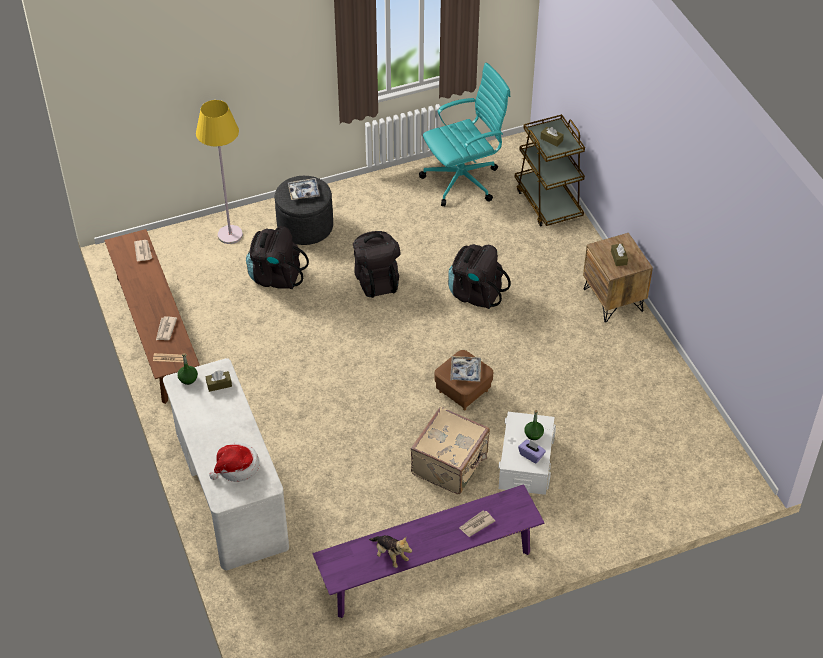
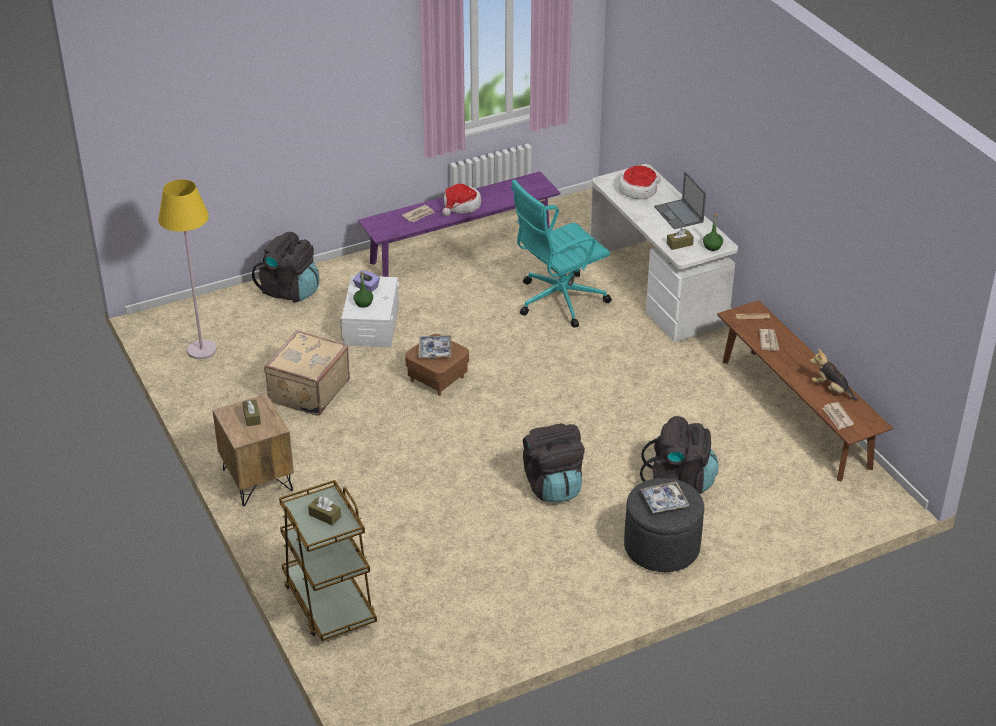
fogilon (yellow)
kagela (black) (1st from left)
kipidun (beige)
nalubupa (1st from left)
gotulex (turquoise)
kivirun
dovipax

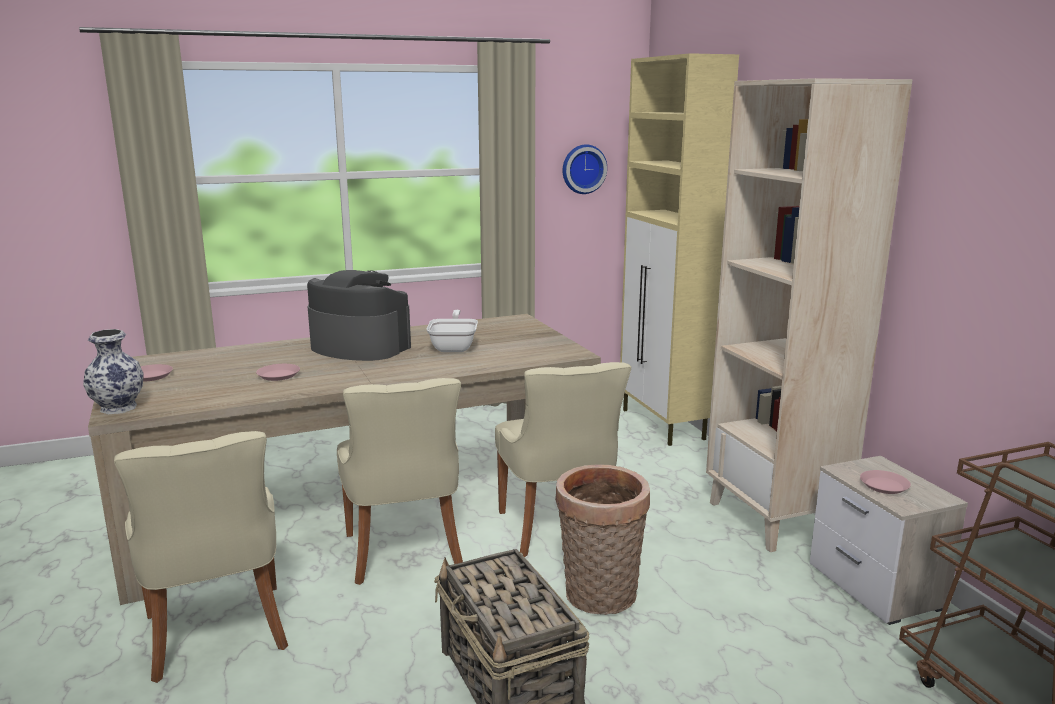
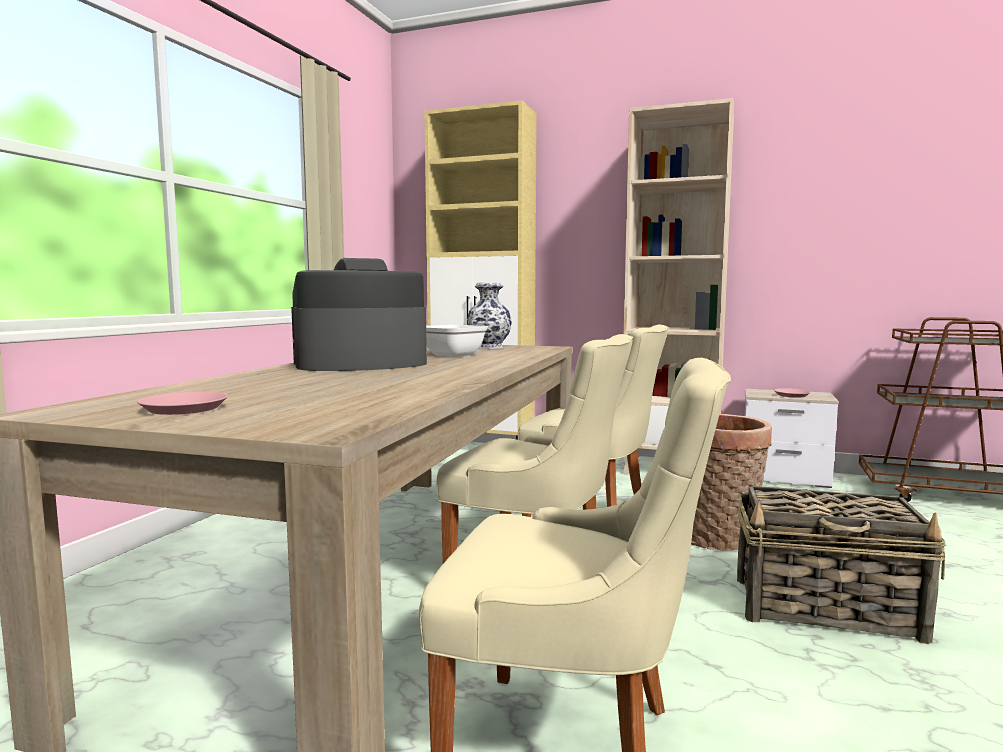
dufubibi
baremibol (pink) (2nd from left in the first image)
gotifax

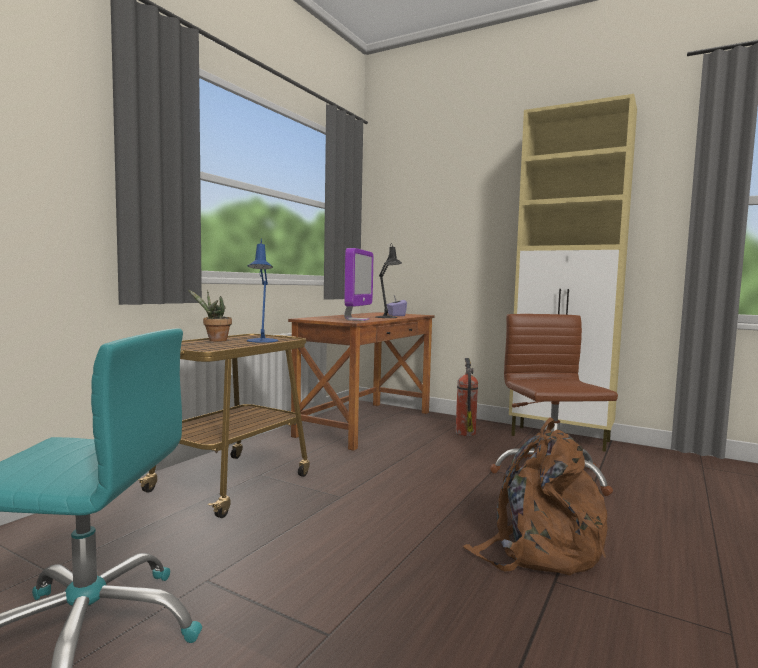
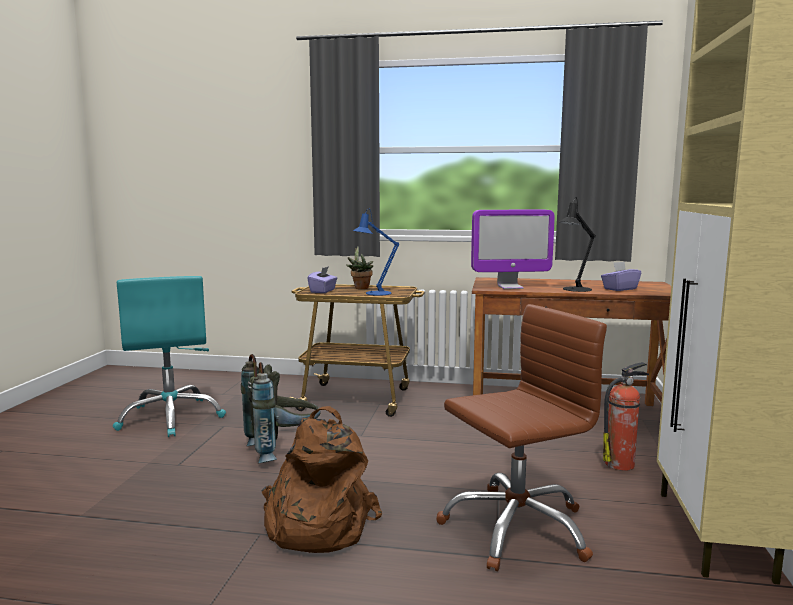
kagela (grey)
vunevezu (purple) (1st from left)

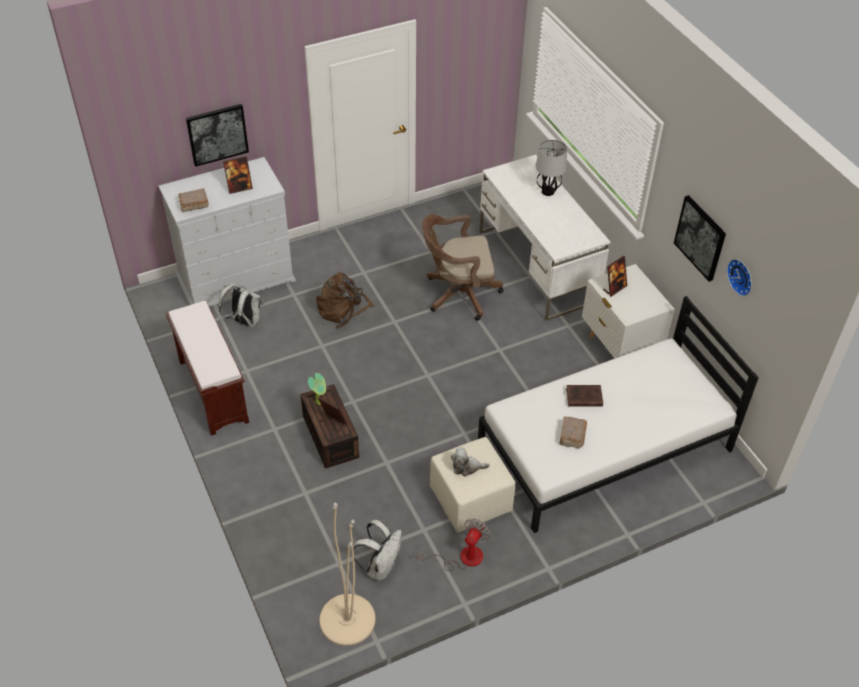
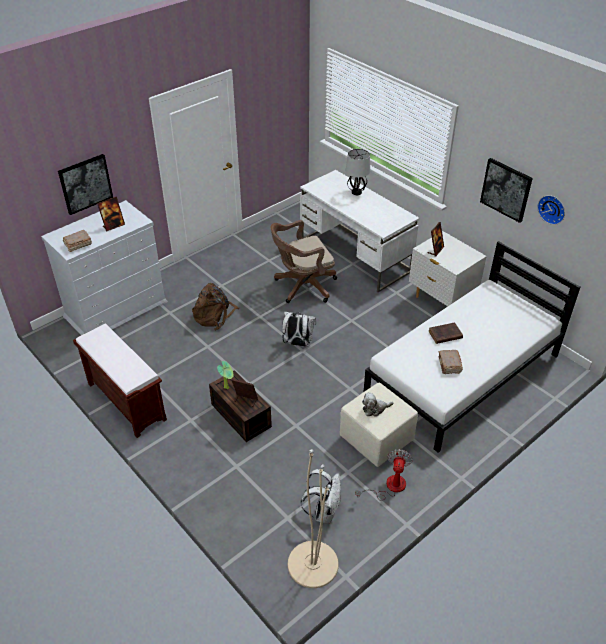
kagela (white) (1st from left)

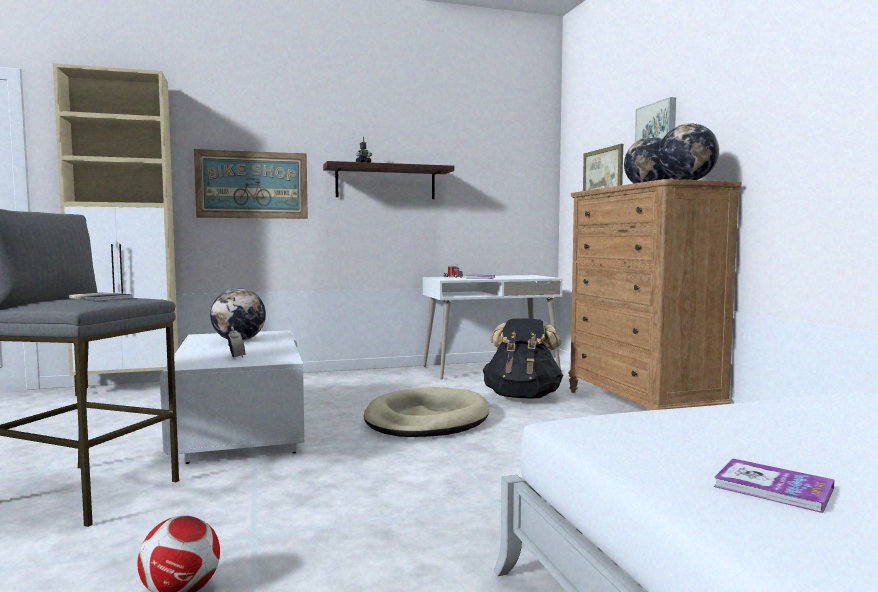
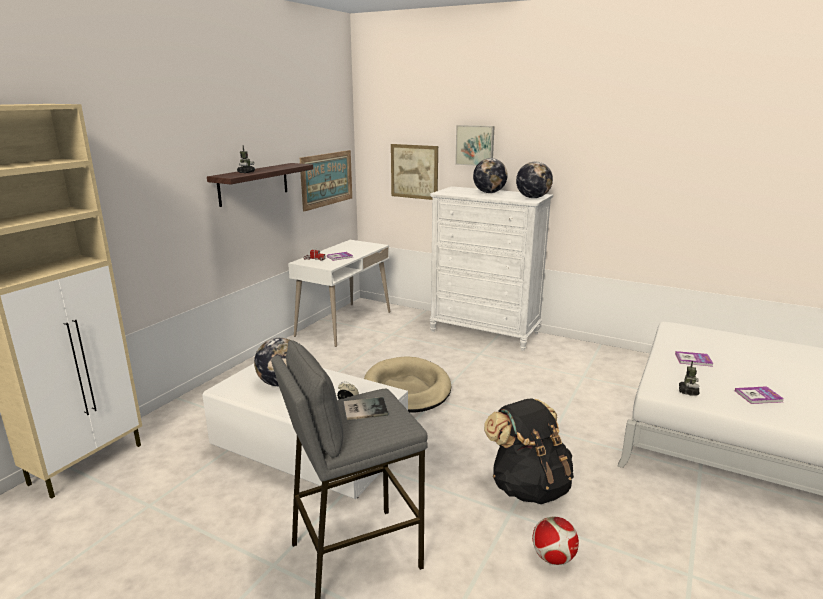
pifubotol (1st from left)
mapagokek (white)
kagela (black)
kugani (3rd from left)
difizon (2nd from left)

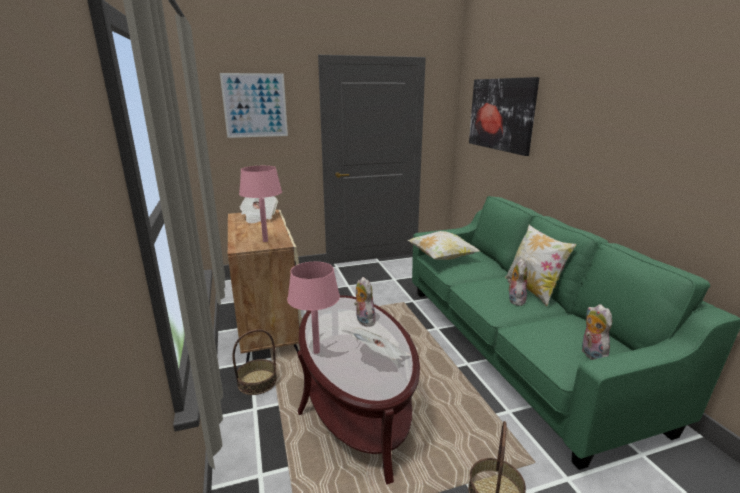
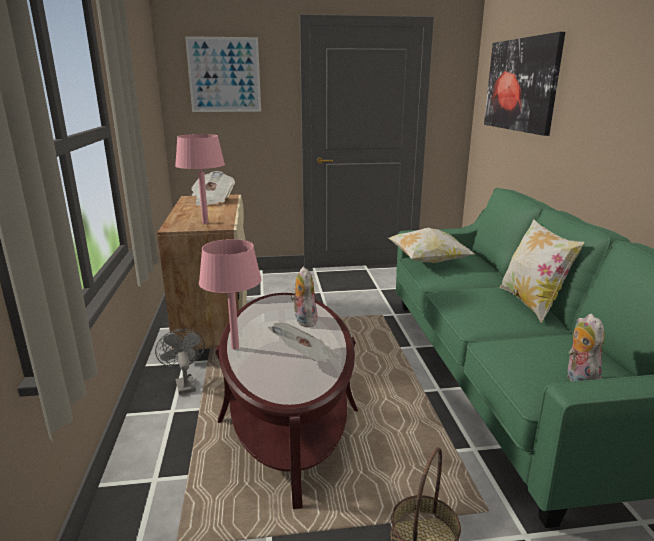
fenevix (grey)
dovipax (2nd from left in the first image)

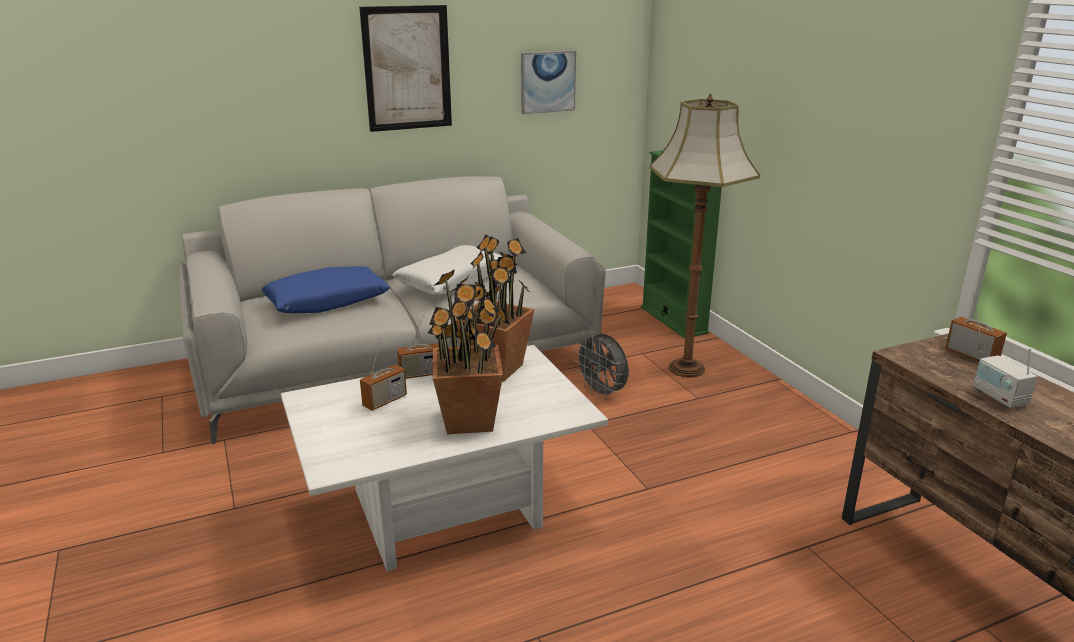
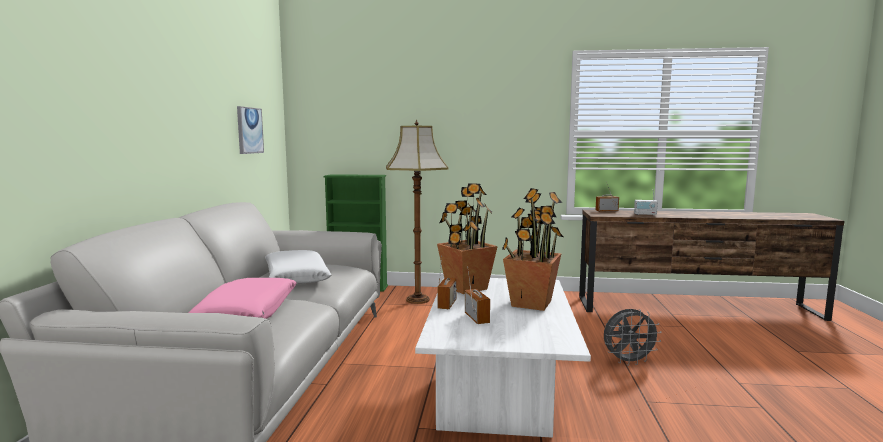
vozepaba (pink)
fenevix (grey)
pifubotol (1st from left in the first image)

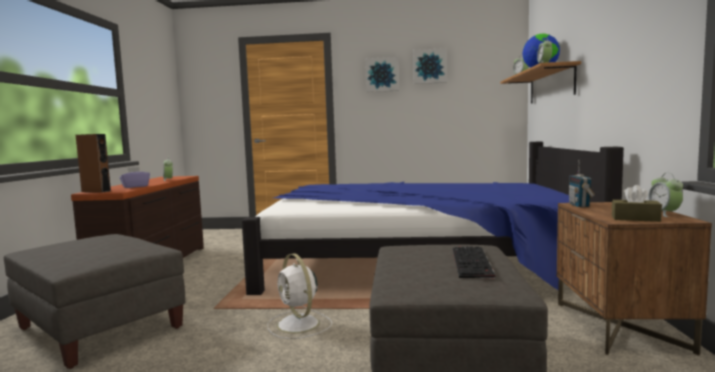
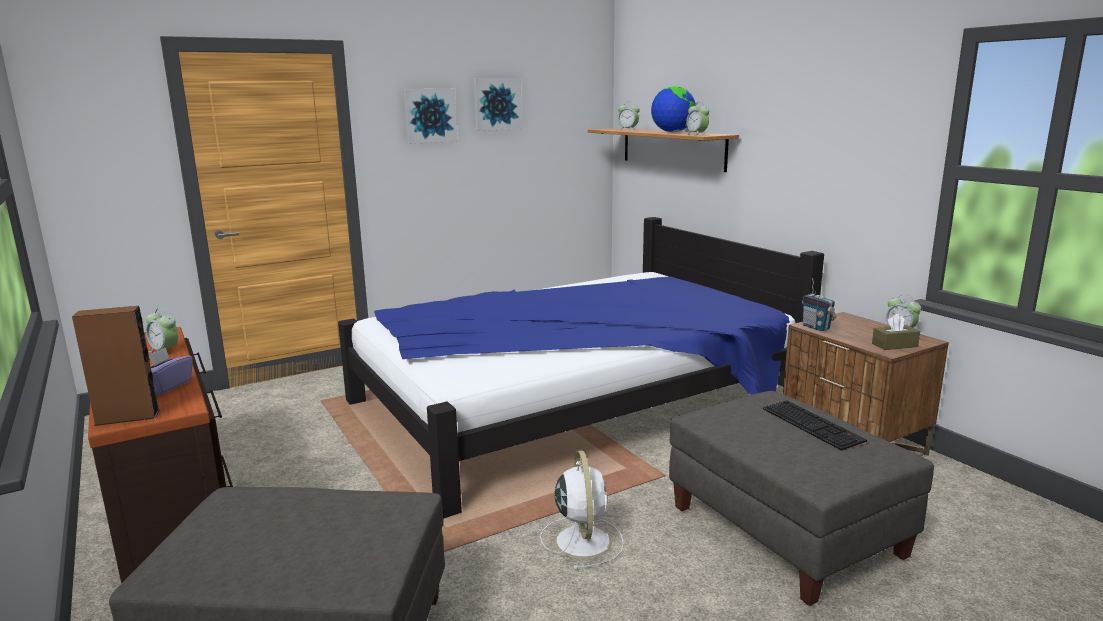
fenevix (white)

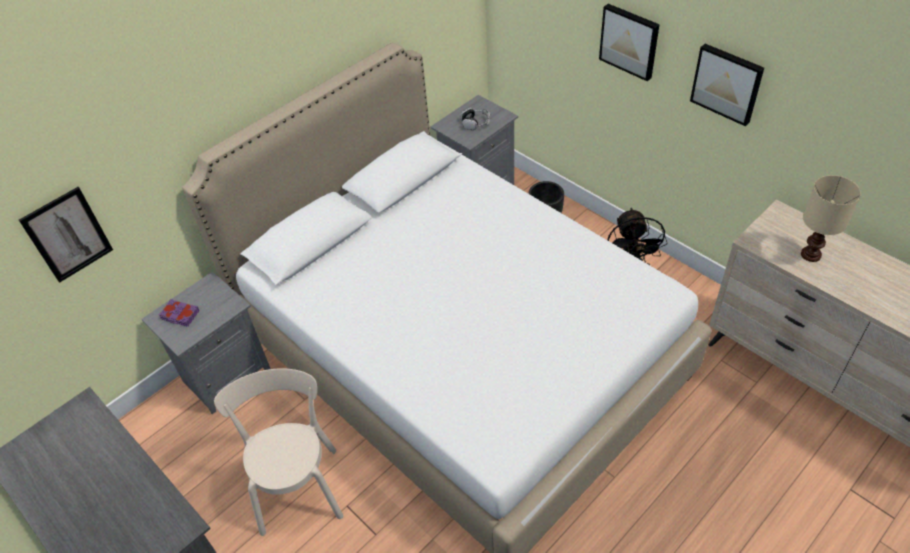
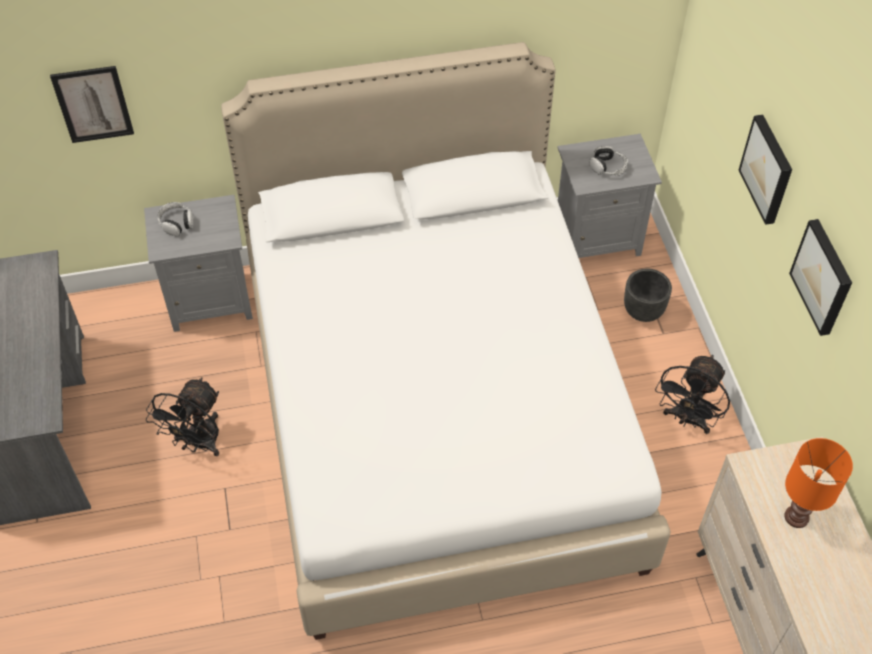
fenevix (black) (1st from left)
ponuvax (1st from left)
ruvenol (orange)

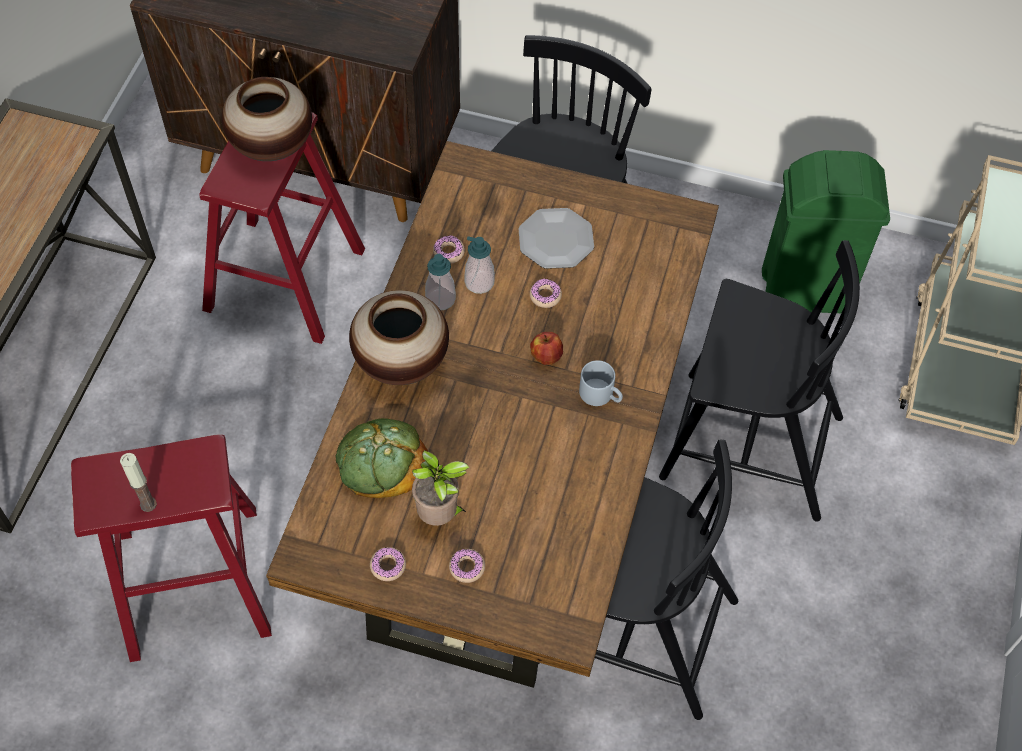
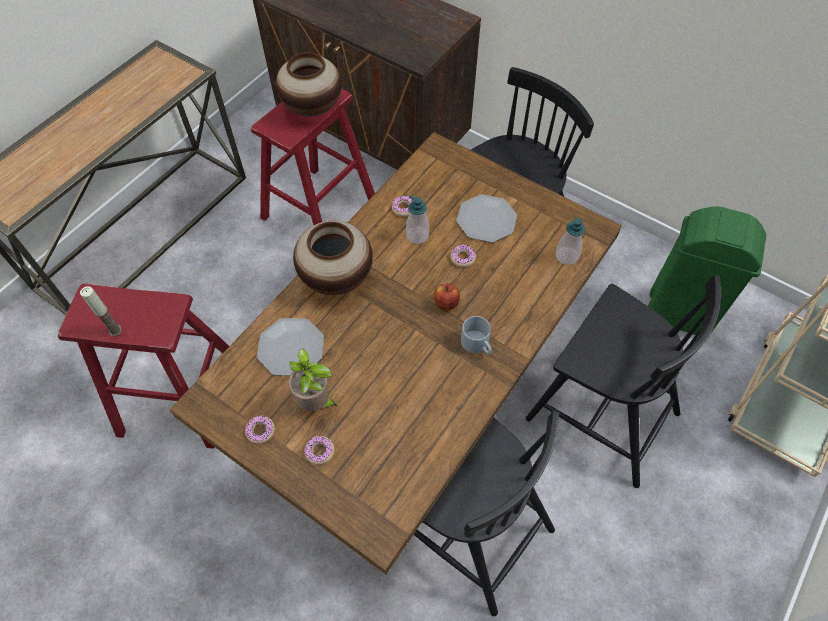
baremibol (1st from left)
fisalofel (2nd from left)

